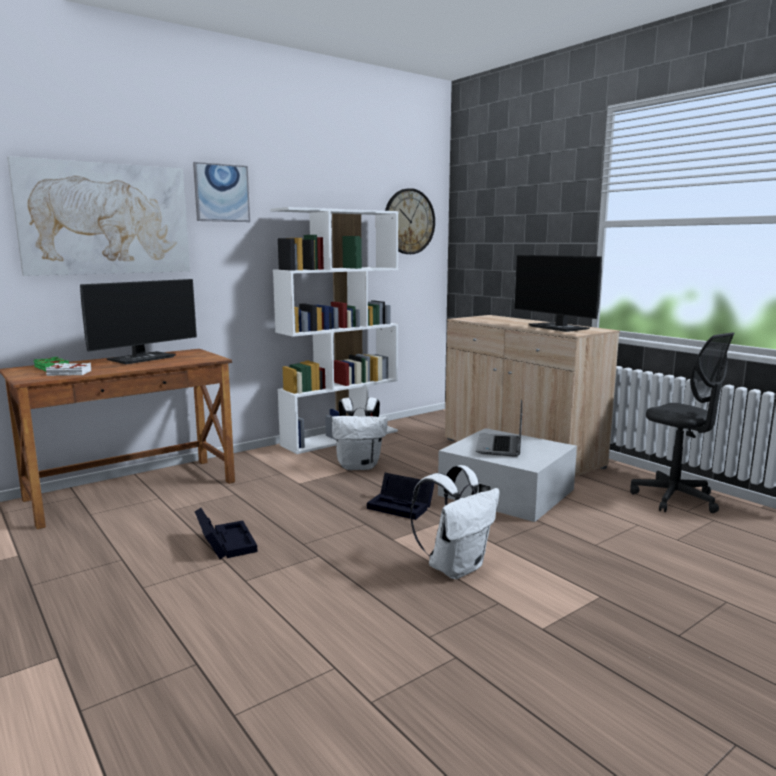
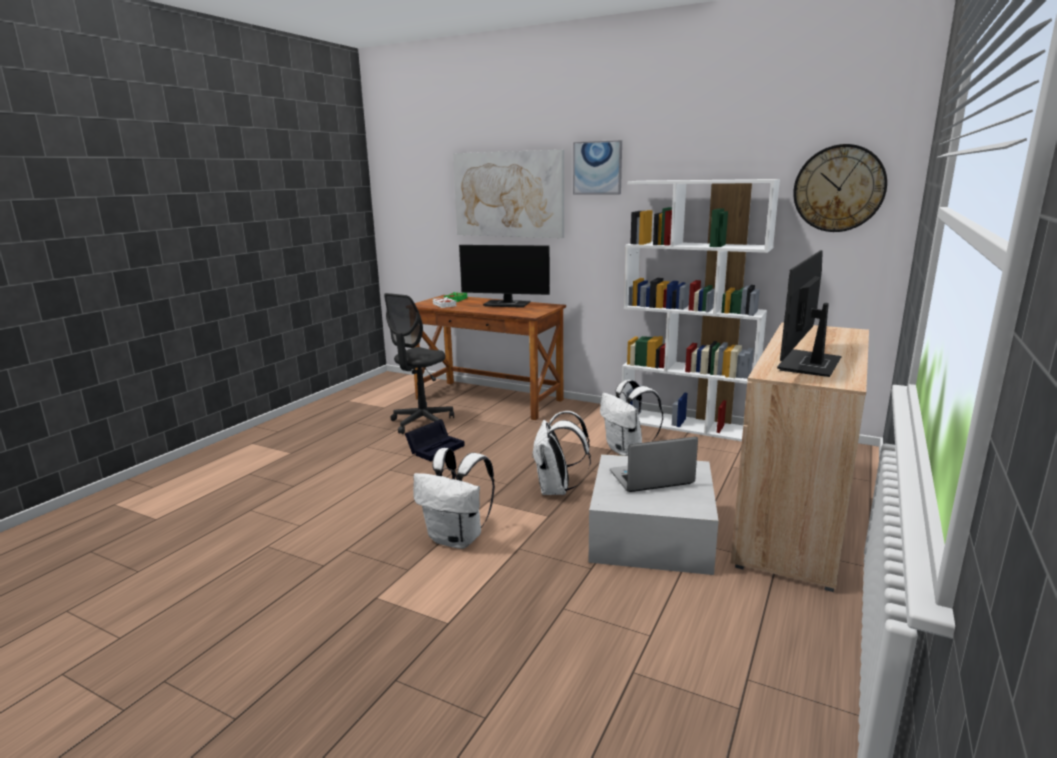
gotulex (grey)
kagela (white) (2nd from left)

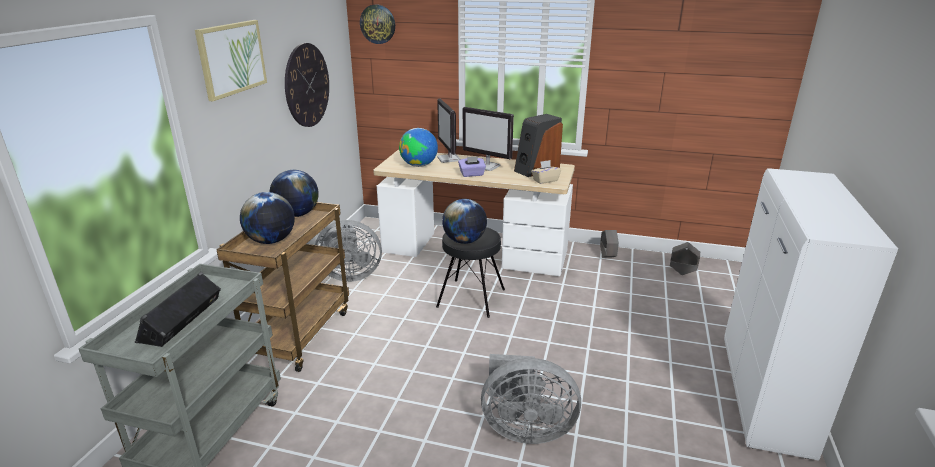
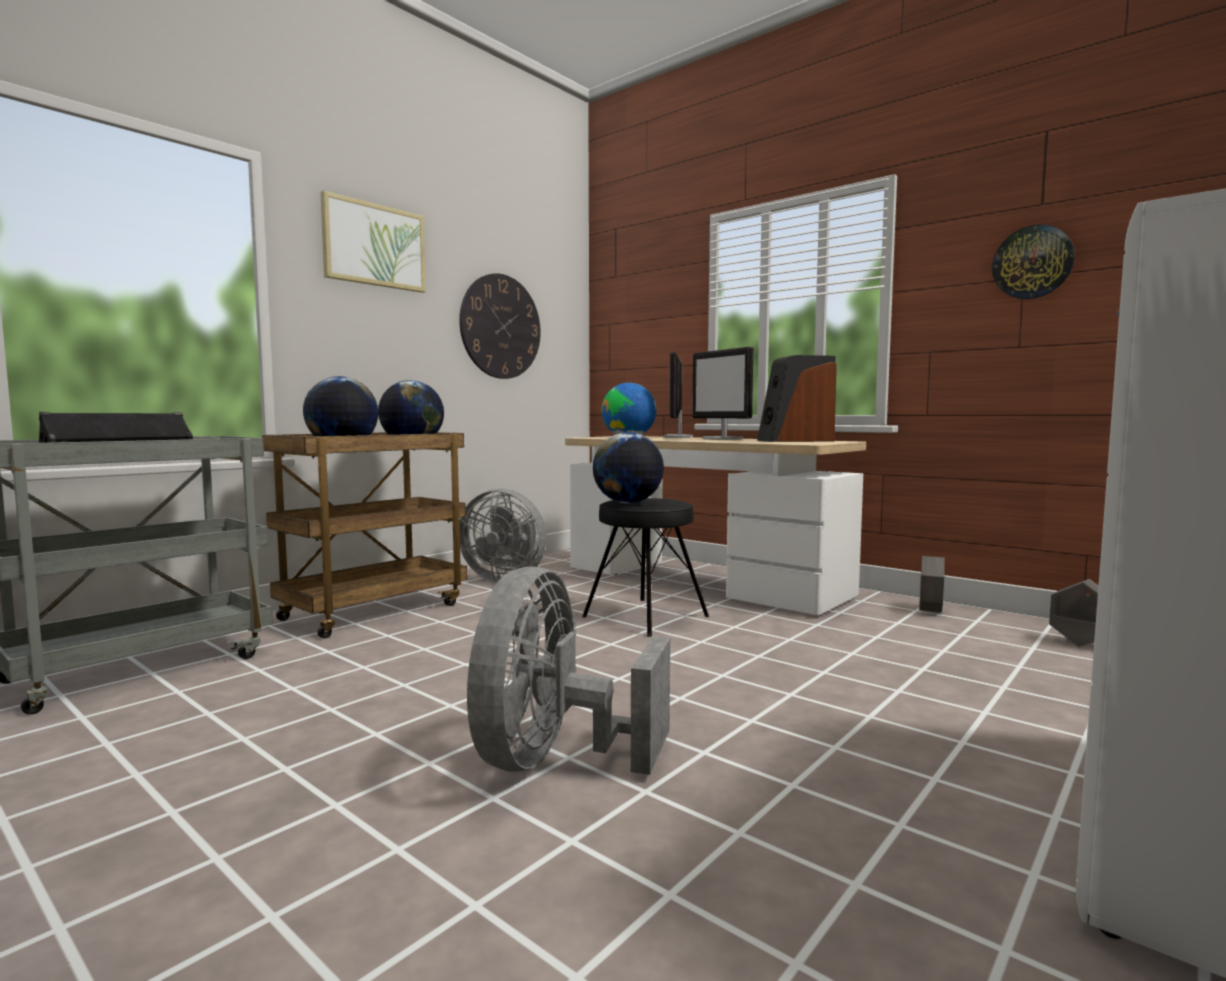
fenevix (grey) (2nd from left)
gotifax (2nd from left)
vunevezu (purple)
vunevezu (beige)

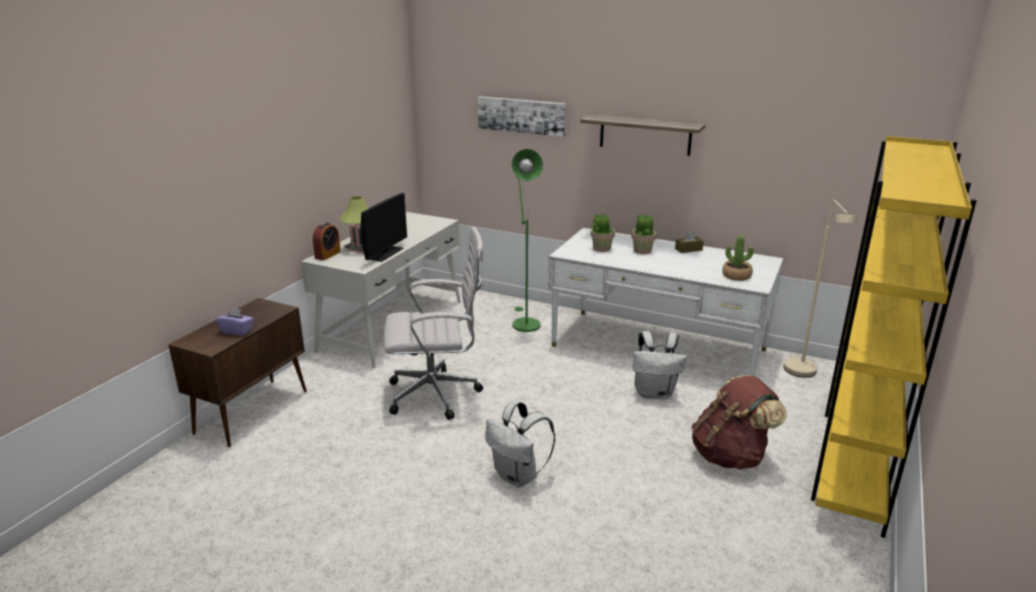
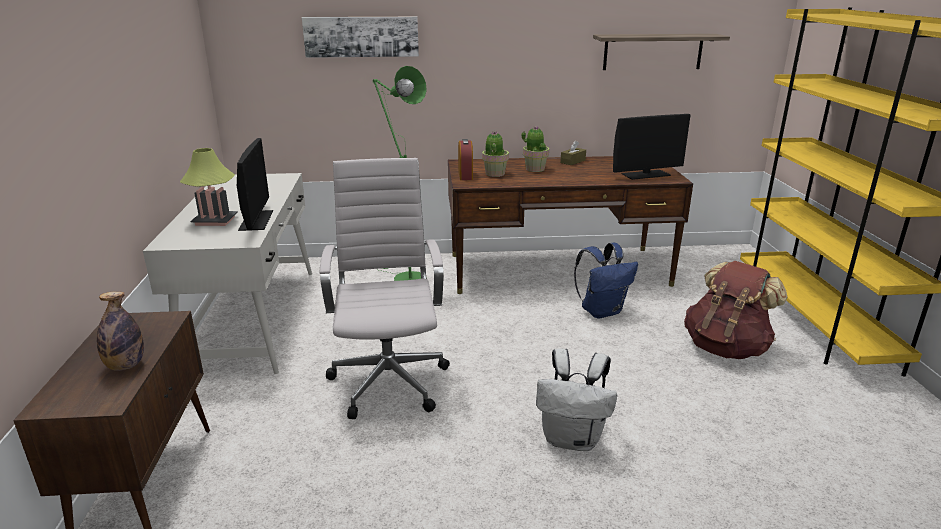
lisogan
gotulex (white)
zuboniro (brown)
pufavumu
kagela (blue)
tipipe
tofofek (2nd from left)
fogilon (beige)

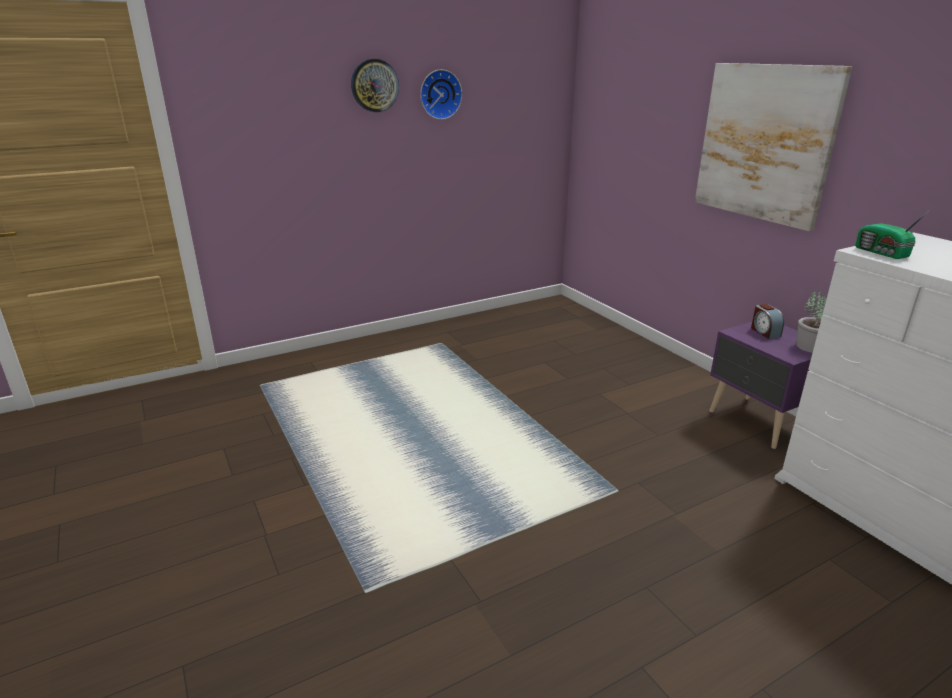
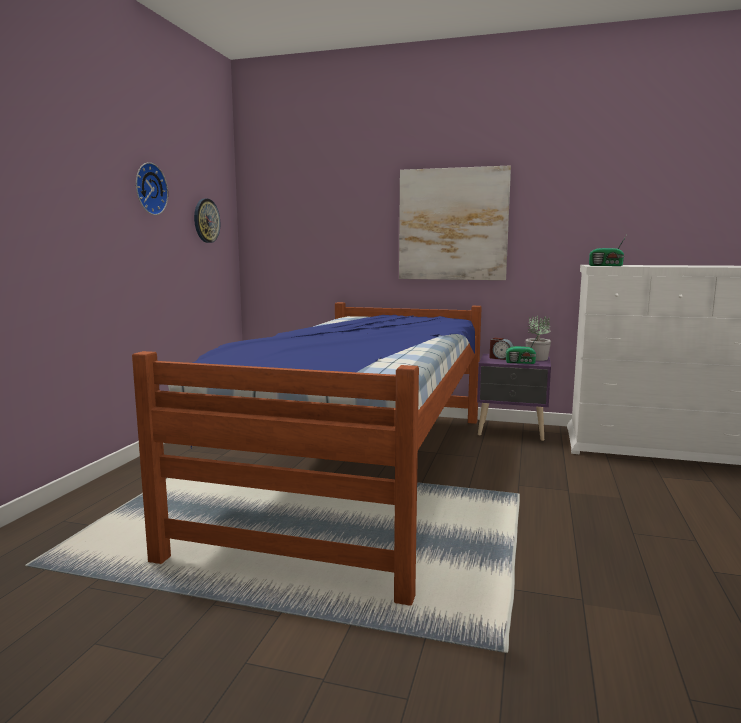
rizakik
gotifax (2nd from left)
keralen (1st from left)

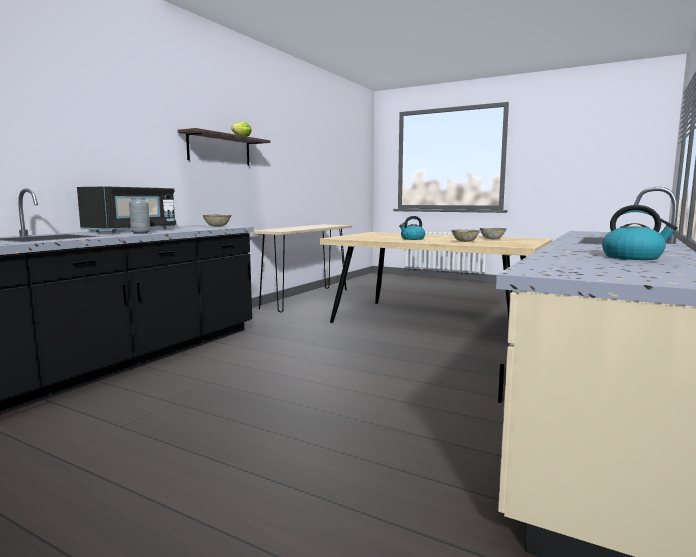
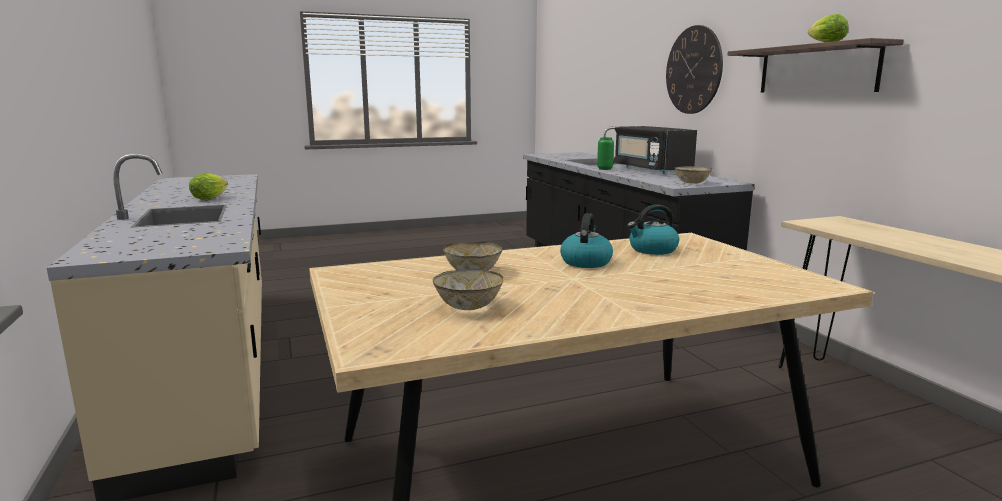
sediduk (1st from left)
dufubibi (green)
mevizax (2nd from left)
gotifax

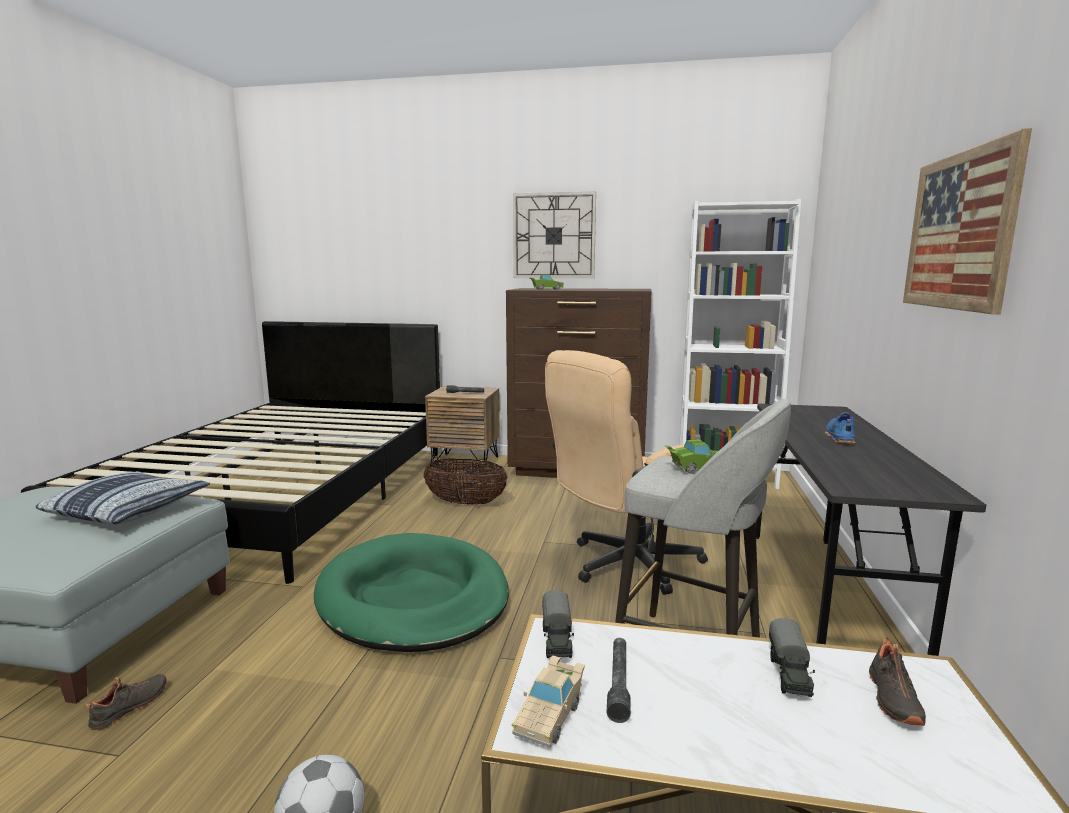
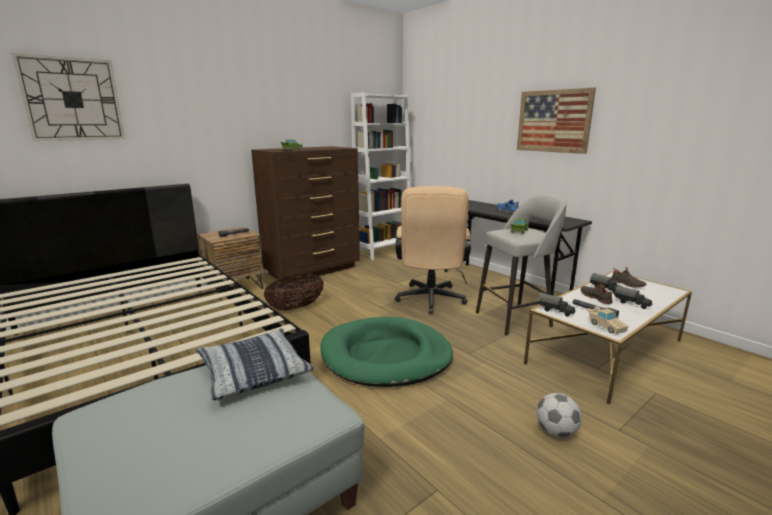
gotifax
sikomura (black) (1st from left)
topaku (3rd from left)

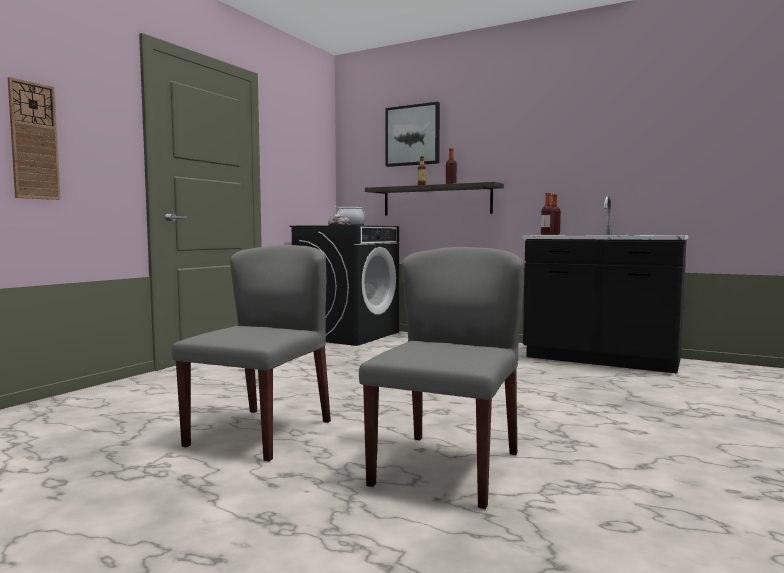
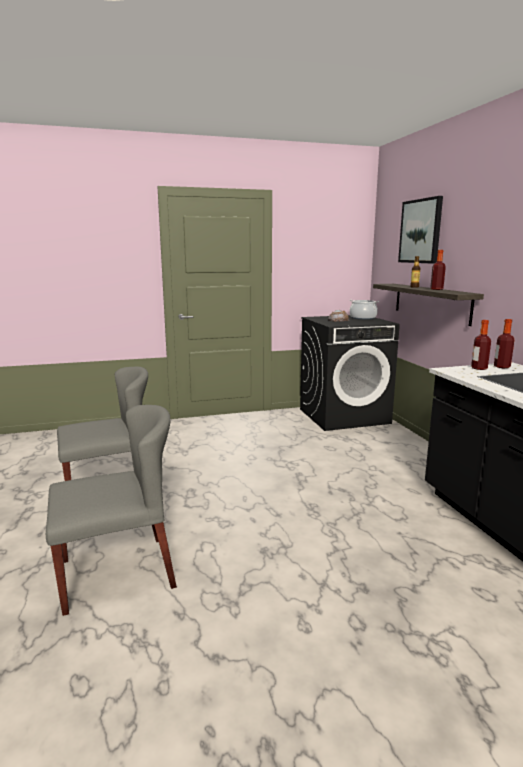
gotifax

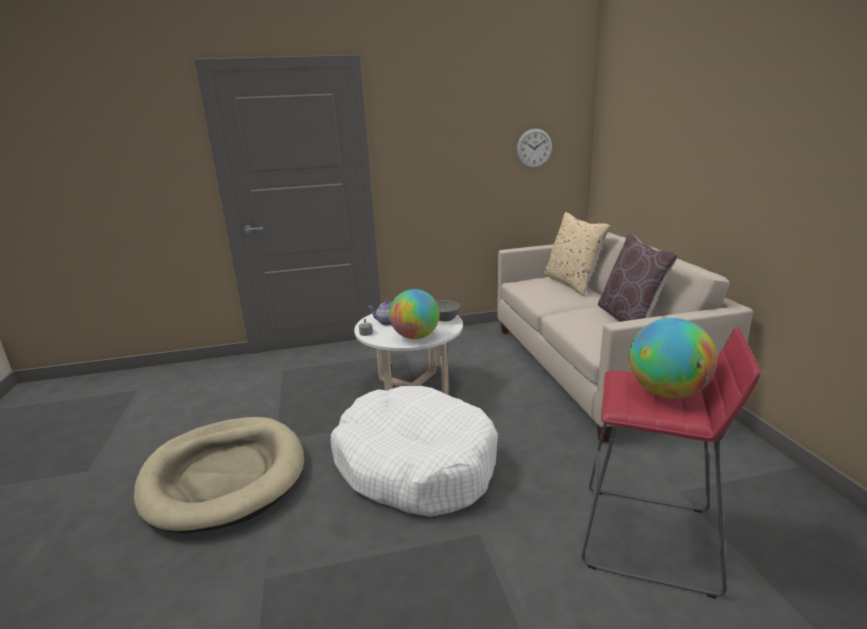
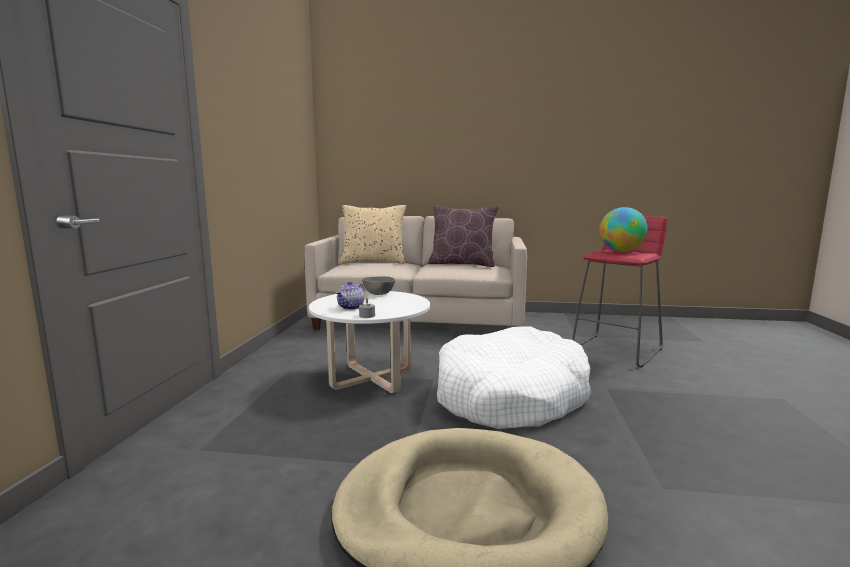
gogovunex (1st from left in the first image)
gotifax

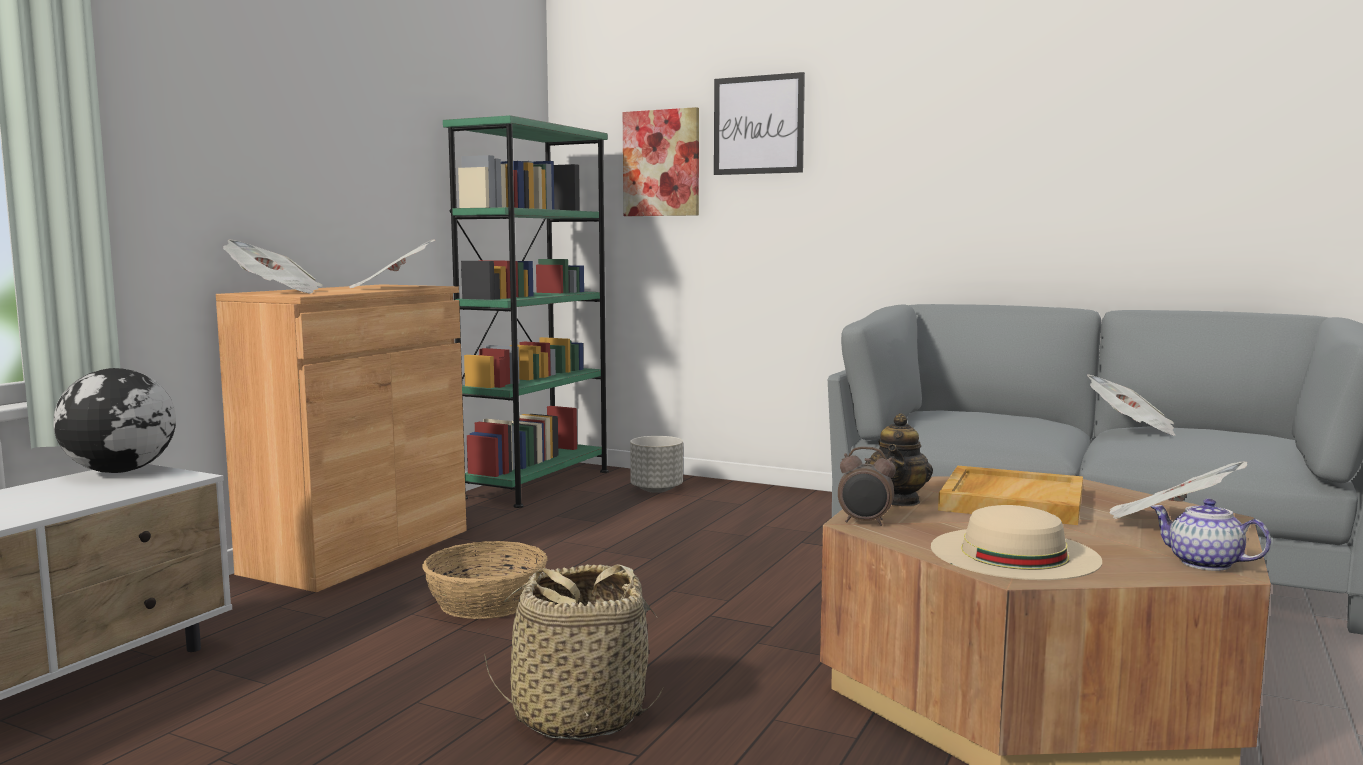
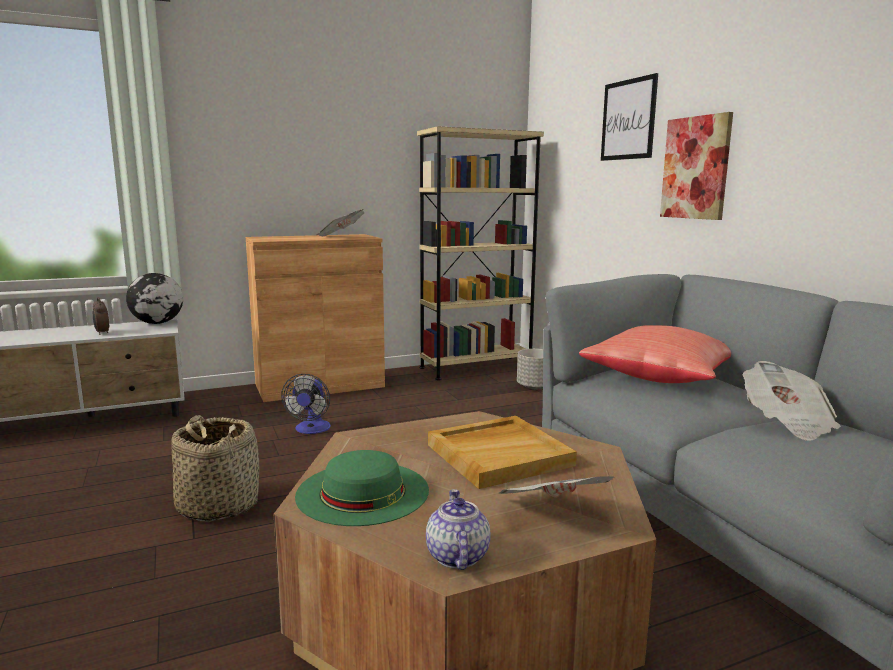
pufavumu
fenevix
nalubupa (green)
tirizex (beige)
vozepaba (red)
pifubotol (2nd from left)
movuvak (1st from left in the first image)
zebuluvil (1st from left in the first image)

